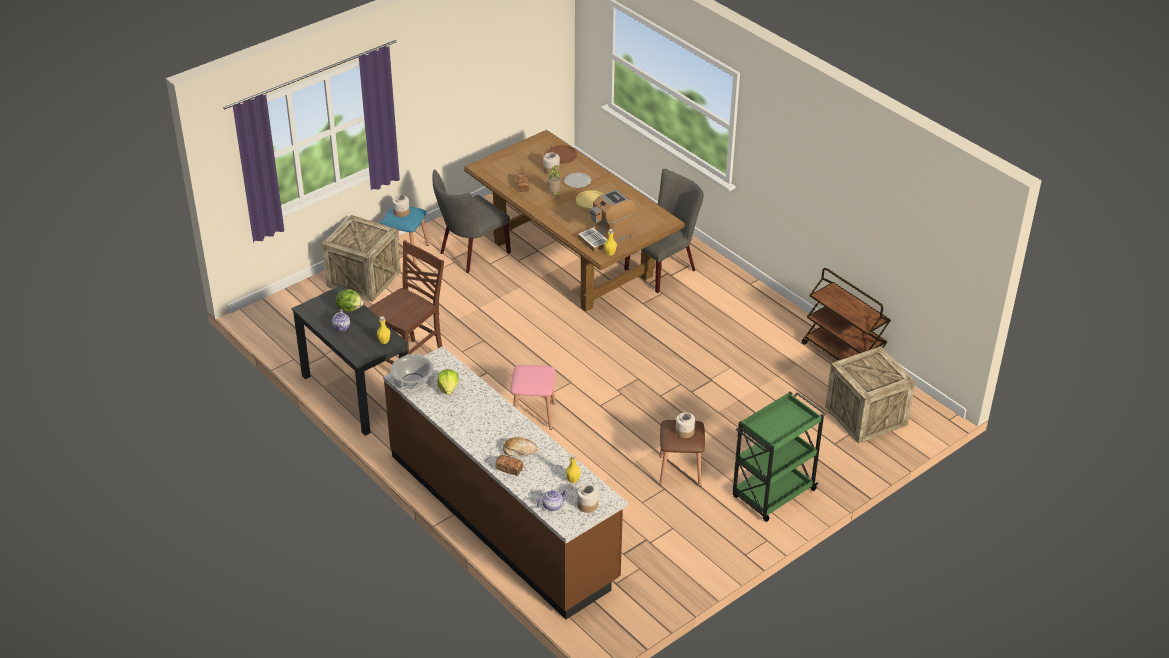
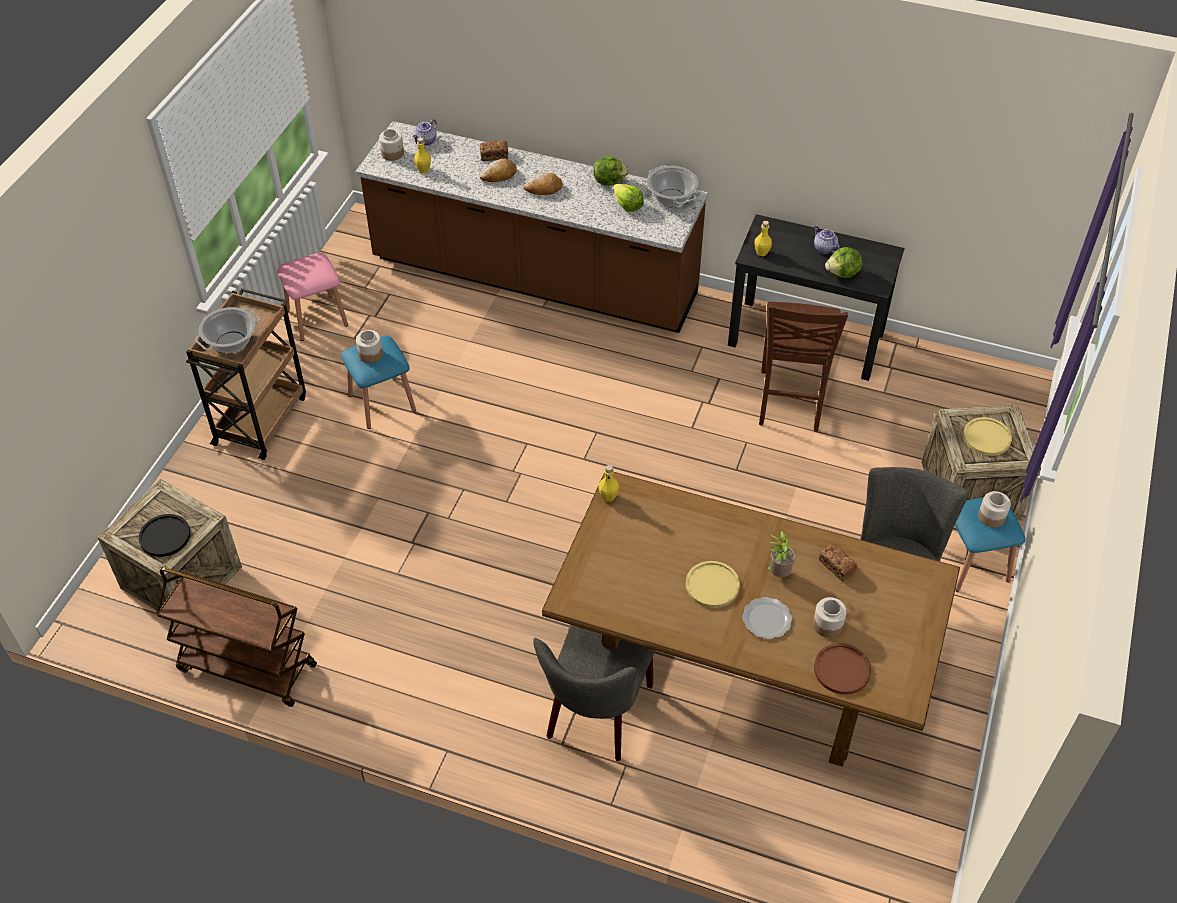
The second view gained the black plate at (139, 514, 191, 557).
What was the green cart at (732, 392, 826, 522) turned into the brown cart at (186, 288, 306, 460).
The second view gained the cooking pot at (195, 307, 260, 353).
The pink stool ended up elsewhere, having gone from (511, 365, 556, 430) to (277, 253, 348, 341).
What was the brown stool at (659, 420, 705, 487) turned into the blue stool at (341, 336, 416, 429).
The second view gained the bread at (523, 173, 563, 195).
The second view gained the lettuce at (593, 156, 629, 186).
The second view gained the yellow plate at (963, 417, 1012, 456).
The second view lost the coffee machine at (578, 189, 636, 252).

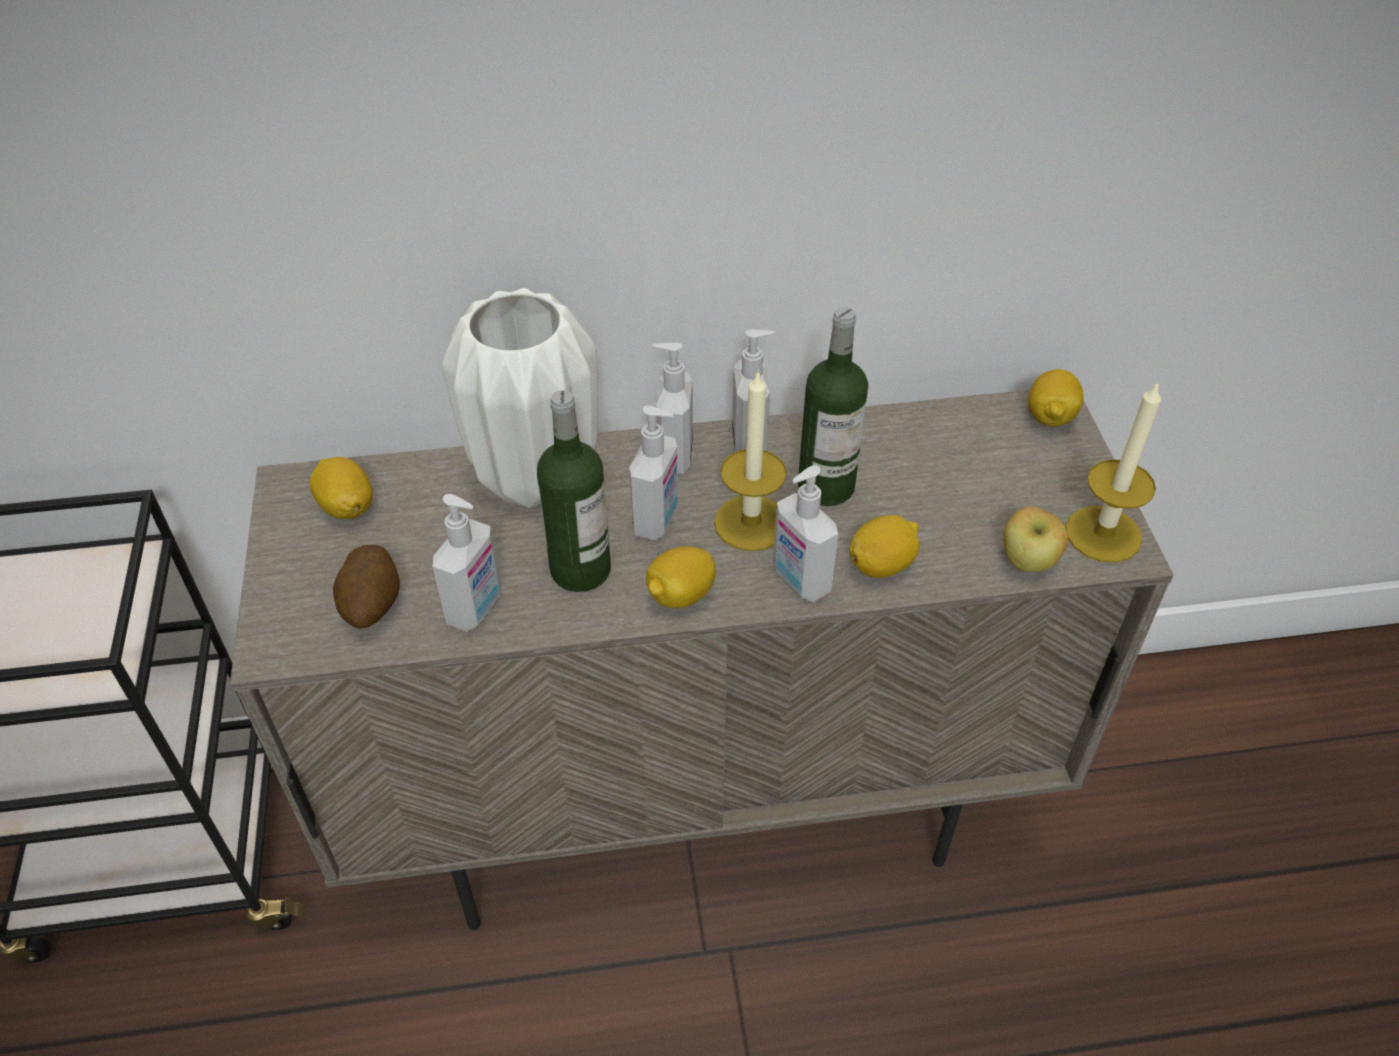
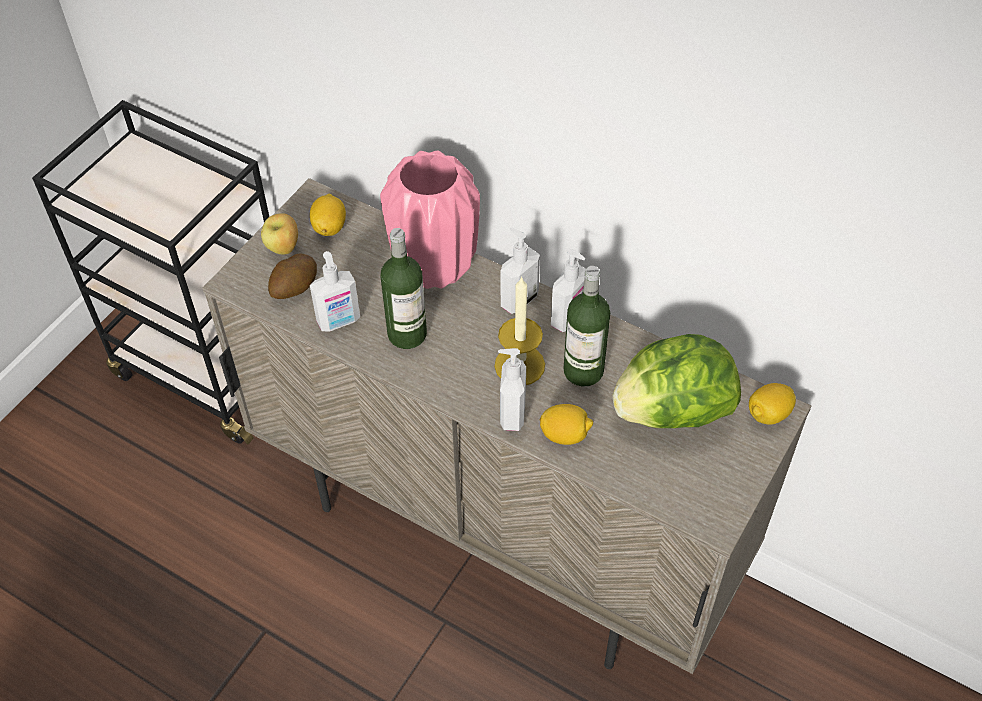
The apple ended up elsewhere, having gone from (1003, 506, 1068, 572) to (261, 213, 298, 254).
What was the white vase at (442, 288, 598, 508) turned into the pink vase at (380, 150, 480, 289).
The second view gained the lettuce at (613, 334, 741, 428).
The second view lost the soap dispenser at (629, 405, 678, 541).
The second view lost the lemon at (646, 546, 716, 608).
The second view lost the candle at (1065, 381, 1161, 563).

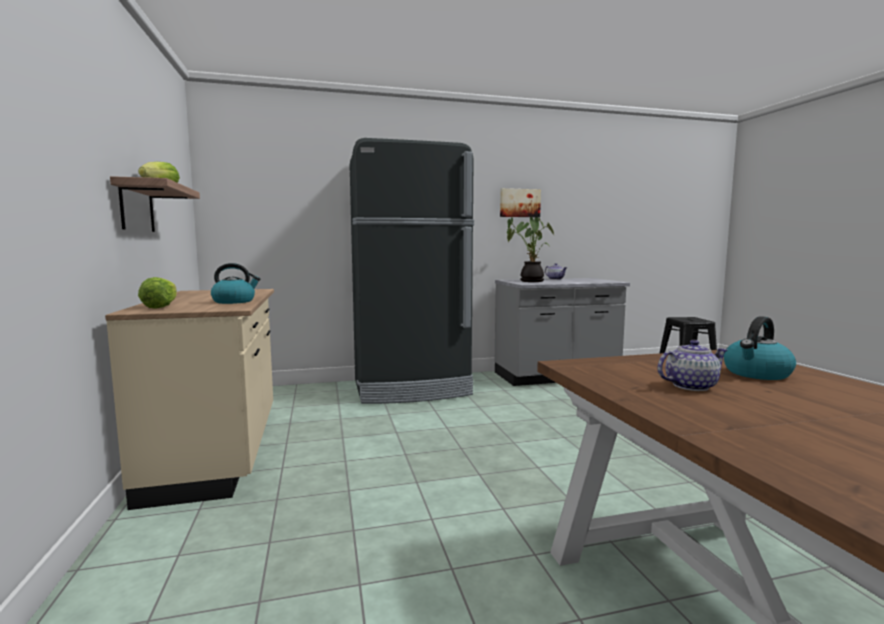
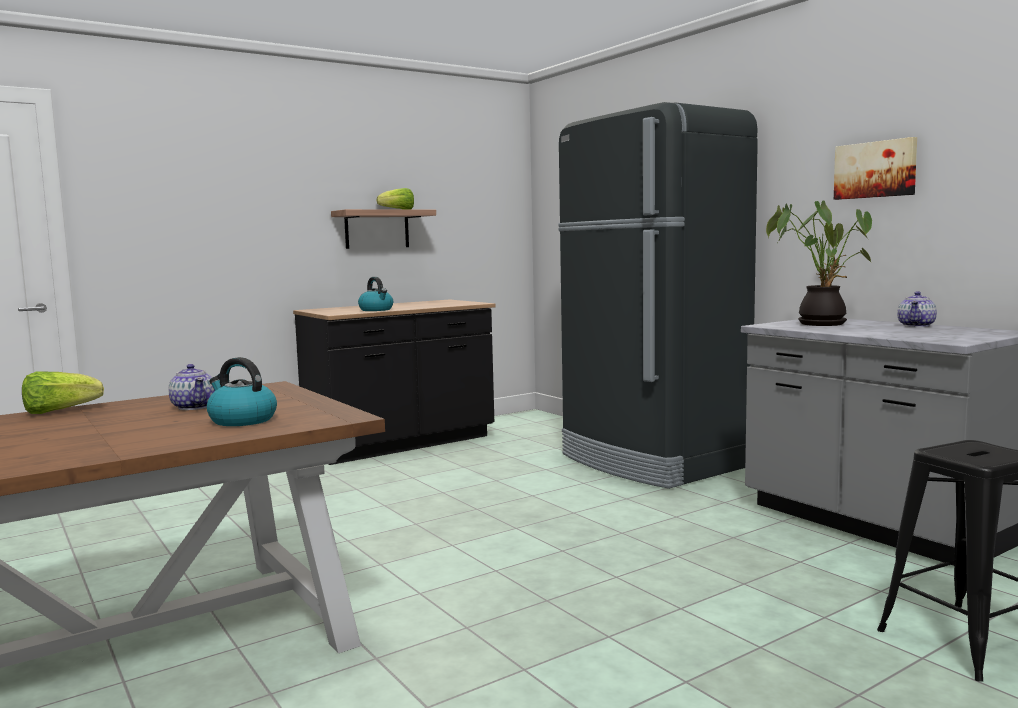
The lettuce ended up elsewhere, having gone from (138, 277, 177, 308) to (22, 371, 104, 414).
What was the beige counter at (105, 289, 274, 510) turned into the black counter at (293, 299, 496, 465).

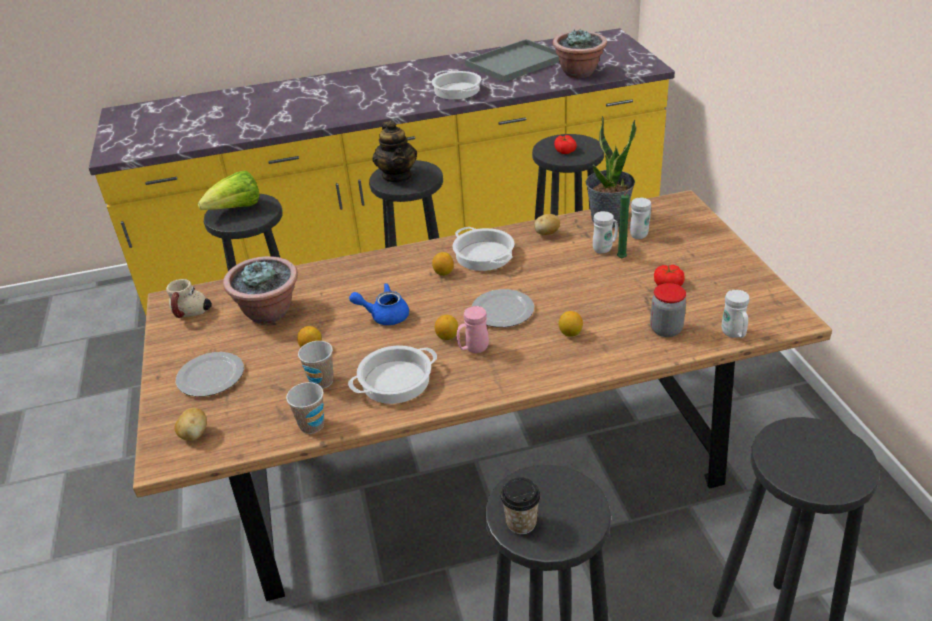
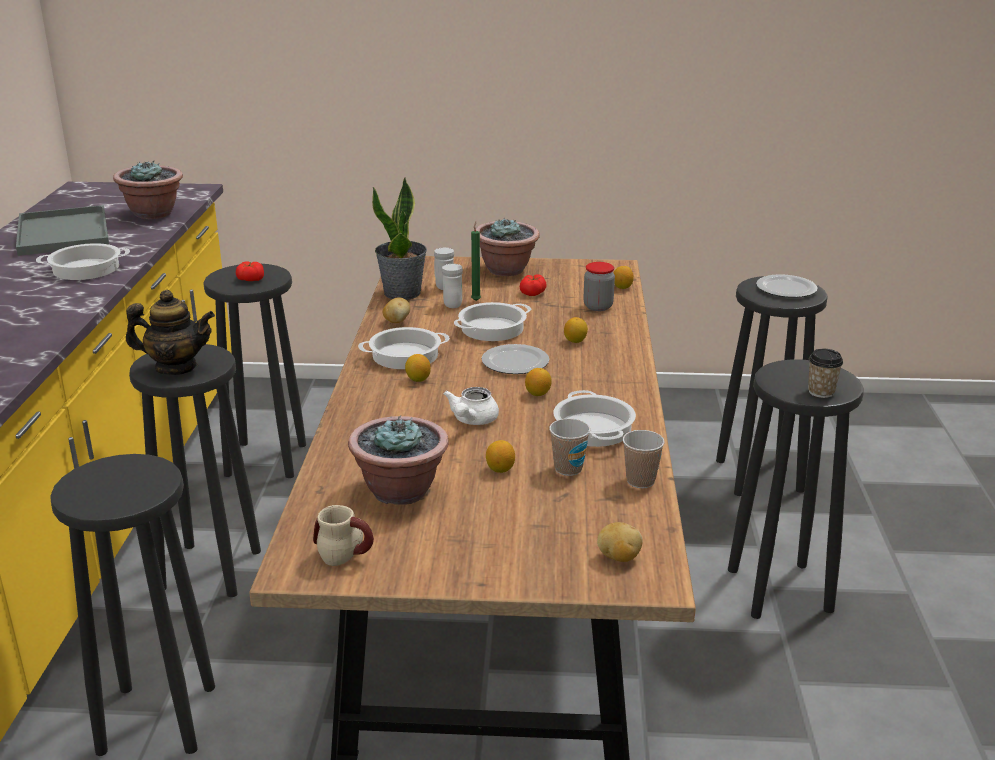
What was the blue teapot at (349, 283, 409, 325) turned into the white teapot at (443, 387, 499, 425).
The second view gained the cooking pot at (454, 302, 532, 341).
The second view gained the potted plant at (476, 218, 540, 276).
Where the white mug stood at (722, 290, 749, 338), the lemon came to stand at (613, 266, 634, 289).
The plate ended up elsewhere, having gone from (176, 352, 244, 397) to (756, 274, 818, 298).
The second view lost the lettuce at (198, 171, 259, 210).
The second view lost the pink mug at (457, 306, 489, 353).

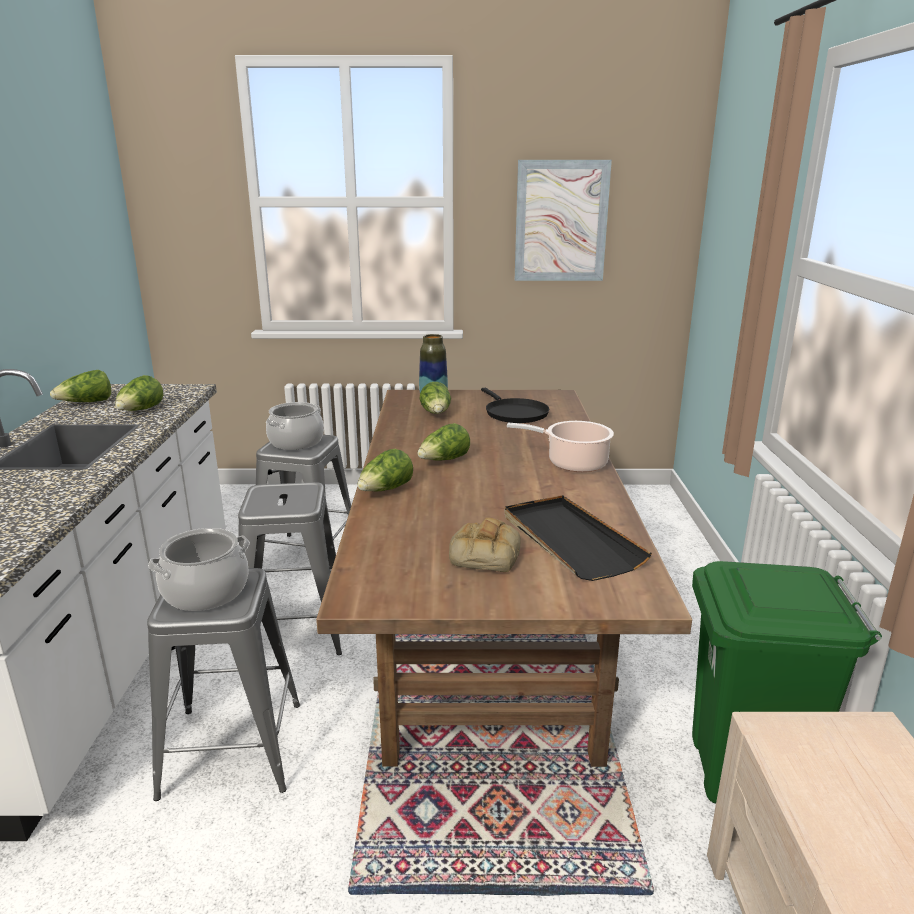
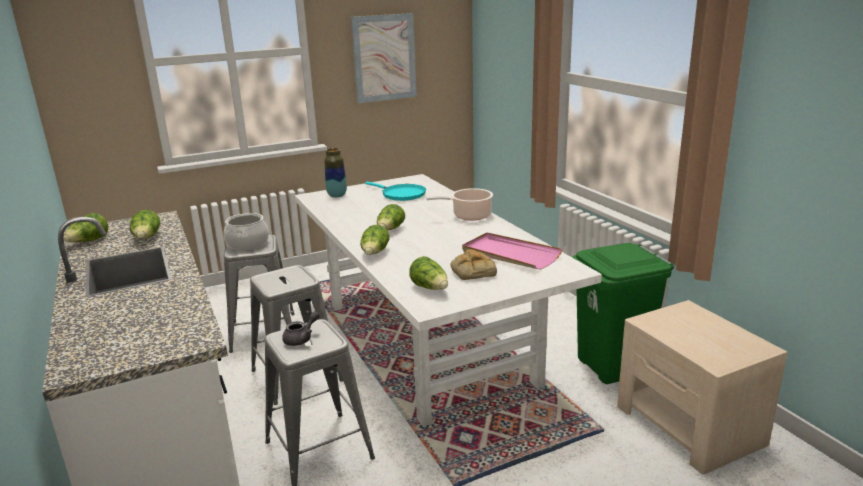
Where the cooking pot stood at (148, 528, 250, 611), the grey teapot came to stand at (282, 311, 320, 346).
What was the brown dining table at (316, 390, 692, 767) turned into the white dining table at (295, 174, 602, 427).
What was the black frying pan at (481, 388, 549, 423) turned into the turquoise frying pan at (365, 182, 426, 201).
The lettuce ended up elsewhere, having gone from (420, 382, 451, 414) to (409, 256, 448, 290).
What was the black tray at (505, 495, 652, 581) turned into the pink tray at (462, 232, 562, 269).

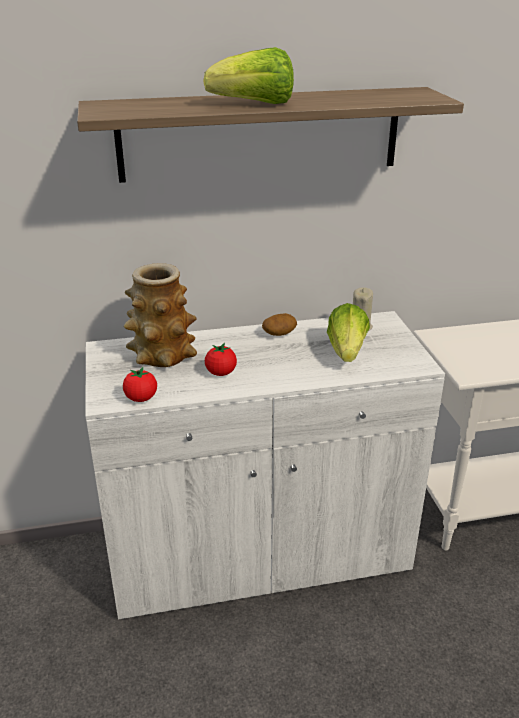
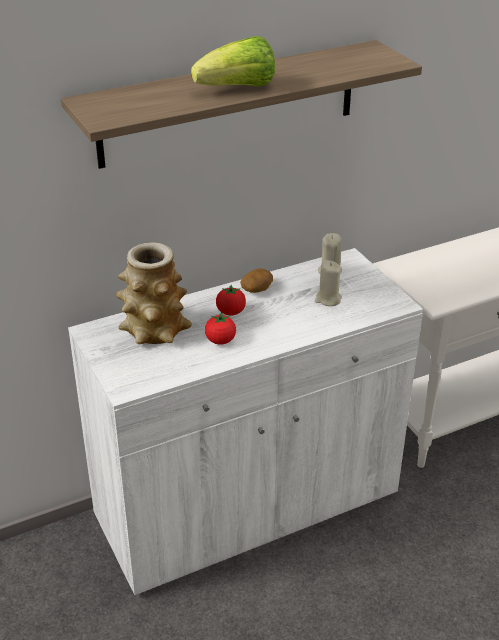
The tomato ended up elsewhere, having gone from (123, 367, 157, 402) to (216, 285, 246, 315).
Where the lettuce stood at (327, 303, 370, 362), the beige candle came to stand at (315, 260, 342, 306).

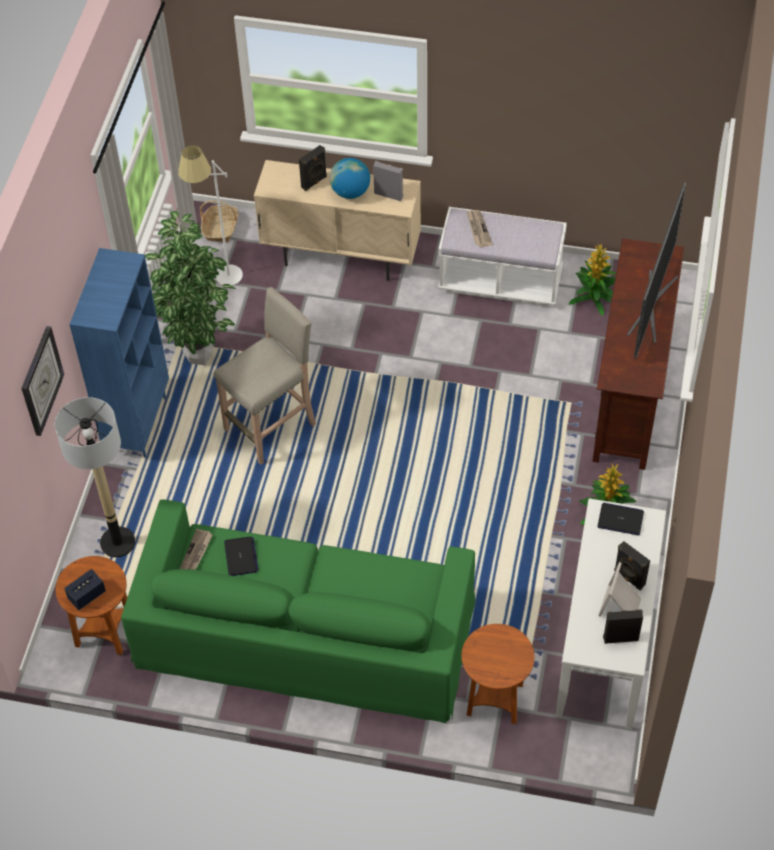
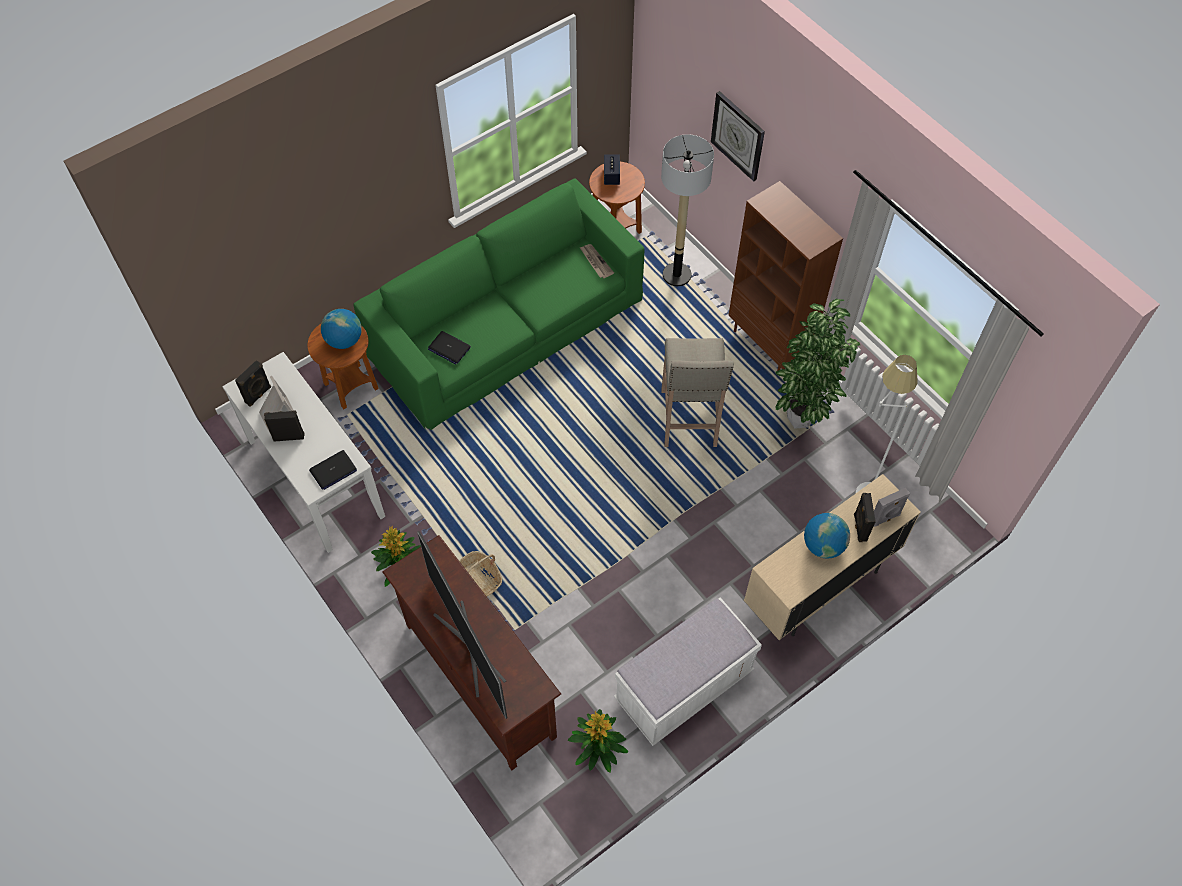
The second view gained the globe at (321, 309, 362, 349).
The laptop ended up elsewhere, having gone from (224, 537, 259, 576) to (428, 331, 471, 364).
The basket ended up elsewhere, having gone from (200, 200, 238, 242) to (459, 551, 502, 597).
What was the blue bookcase at (69, 248, 169, 458) turned into the brown bookcase at (728, 181, 843, 371).
The grey speaker ended up elsewhere, having gone from (373, 161, 403, 201) to (873, 488, 910, 527).
The second view lost the newspaper at (466, 210, 492, 247).

